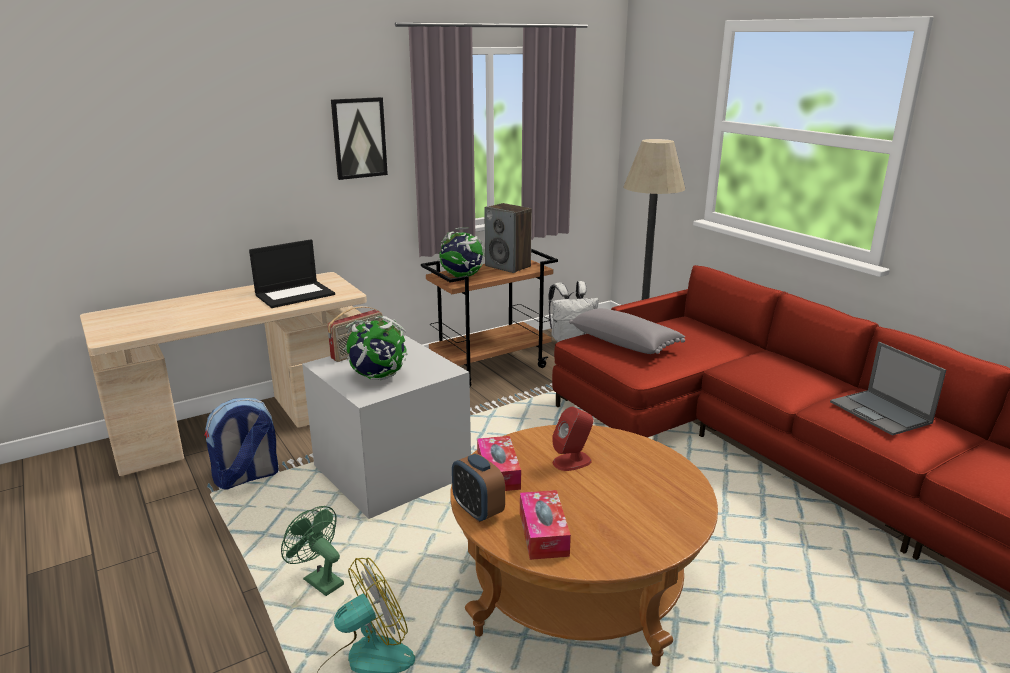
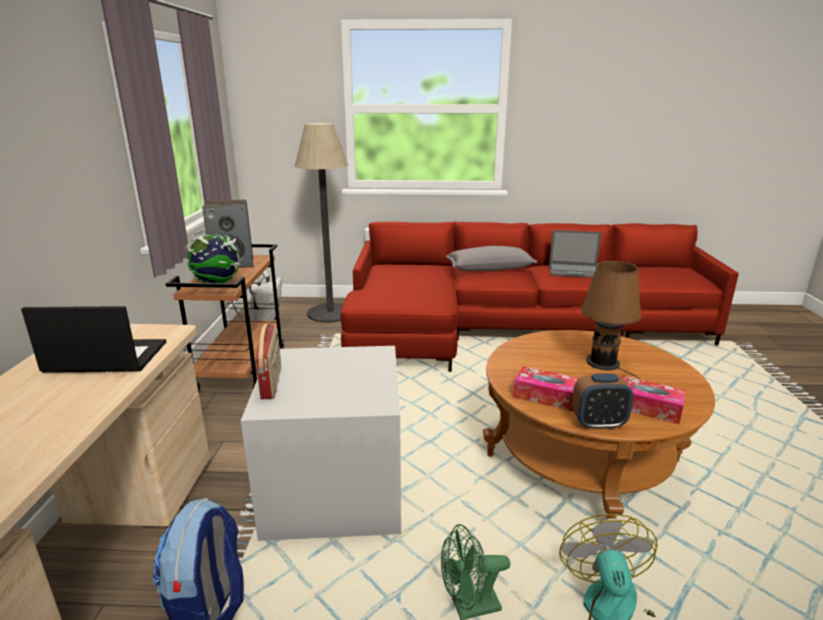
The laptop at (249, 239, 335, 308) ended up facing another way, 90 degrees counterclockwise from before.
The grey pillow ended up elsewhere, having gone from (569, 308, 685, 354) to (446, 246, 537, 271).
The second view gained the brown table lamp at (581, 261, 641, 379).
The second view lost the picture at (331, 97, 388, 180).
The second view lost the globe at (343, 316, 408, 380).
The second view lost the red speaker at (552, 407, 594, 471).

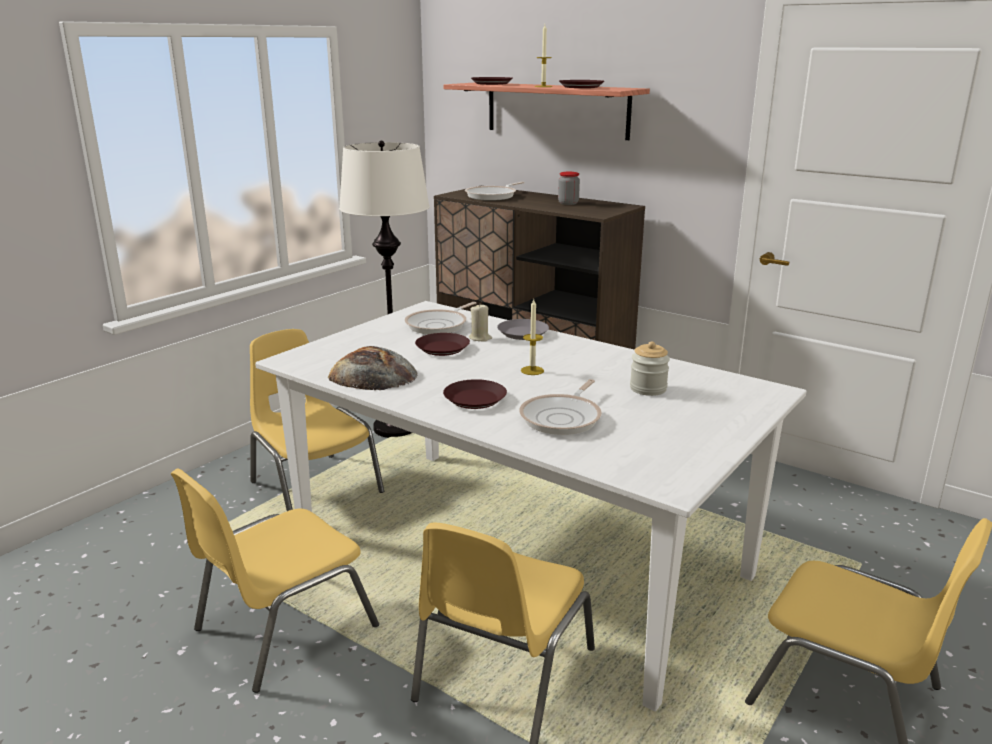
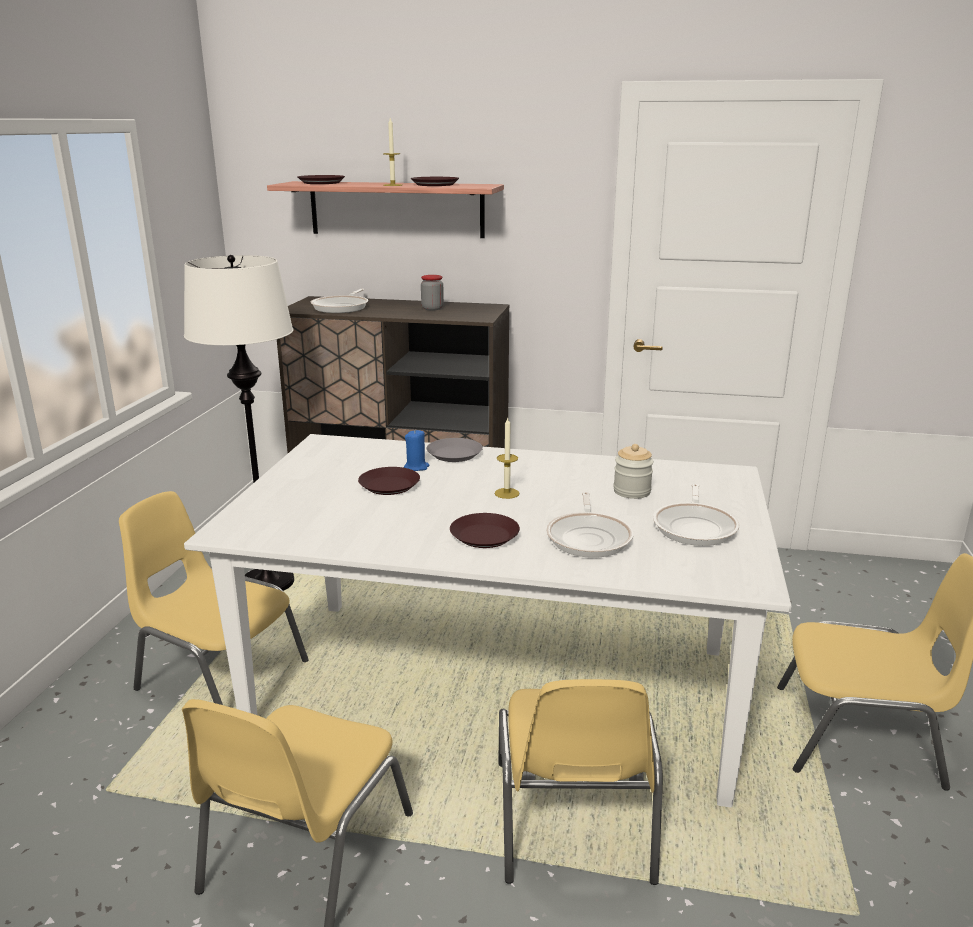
What was the beige candle at (469, 304, 492, 342) turned into the blue candle at (404, 429, 429, 471).
The frying pan ended up elsewhere, having gone from (405, 302, 477, 334) to (653, 484, 739, 546).
The second view lost the bread at (328, 346, 418, 390).

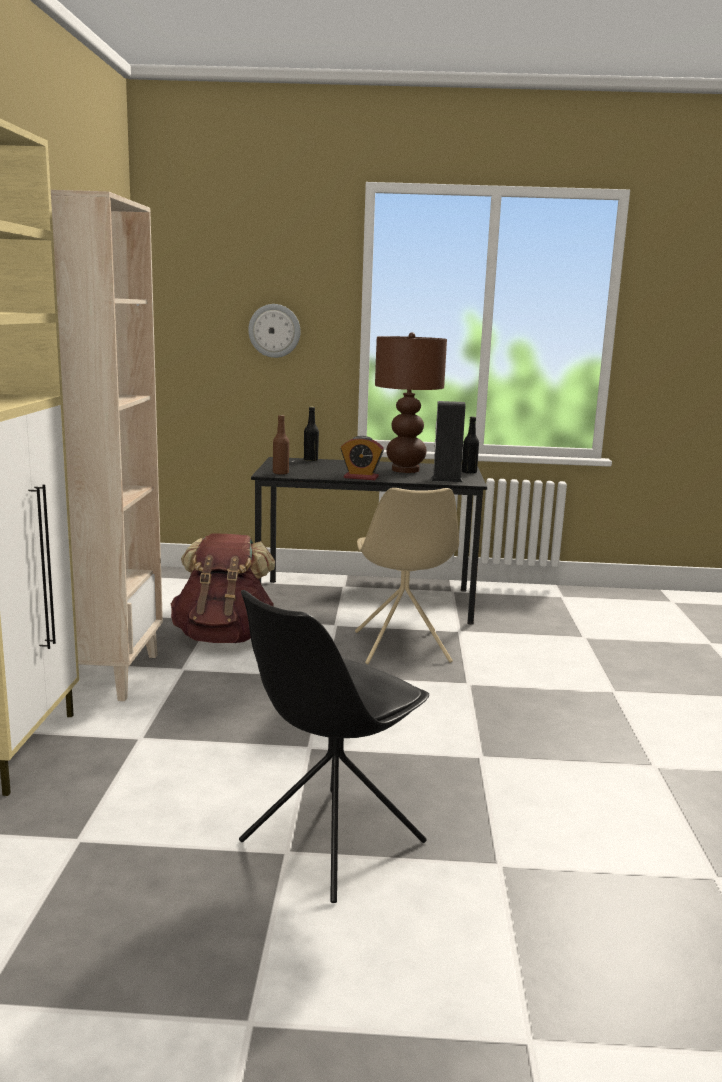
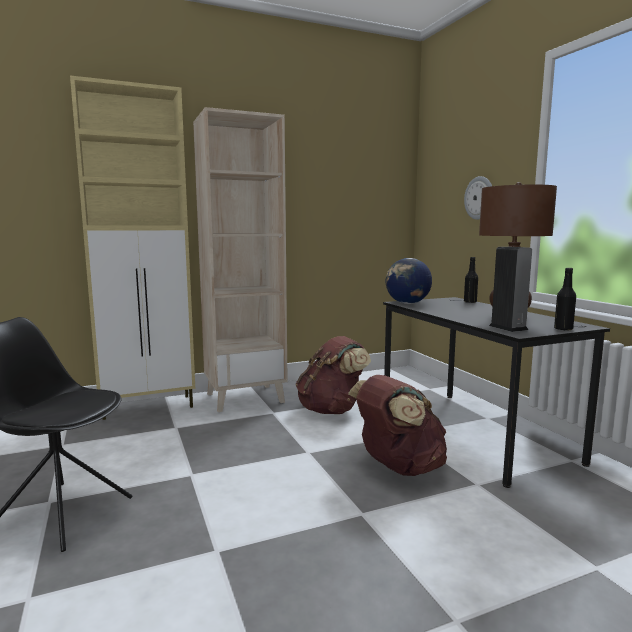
Where the beige chair stood at (355, 488, 459, 664), the brown backpack came to stand at (348, 375, 447, 476).
Where the brown bottle stood at (273, 415, 289, 474), the globe came to stand at (386, 258, 432, 304).
The second view lost the alarm clock at (341, 436, 384, 480).

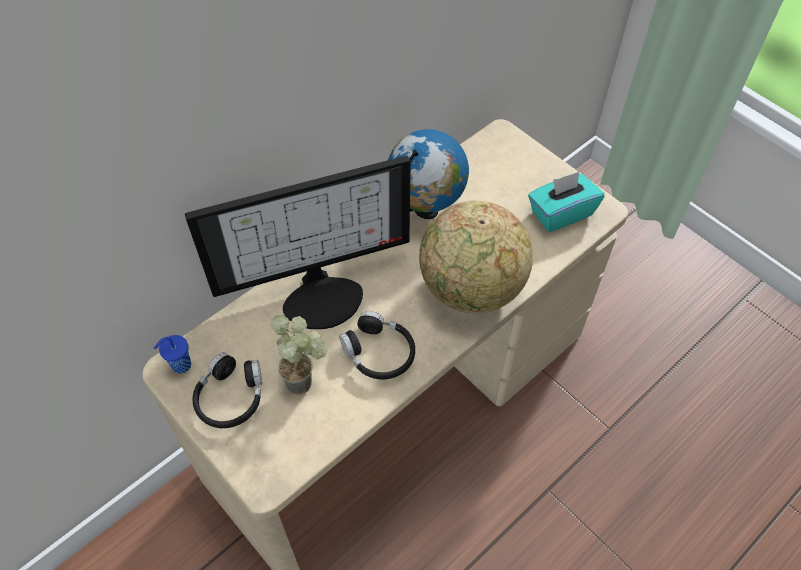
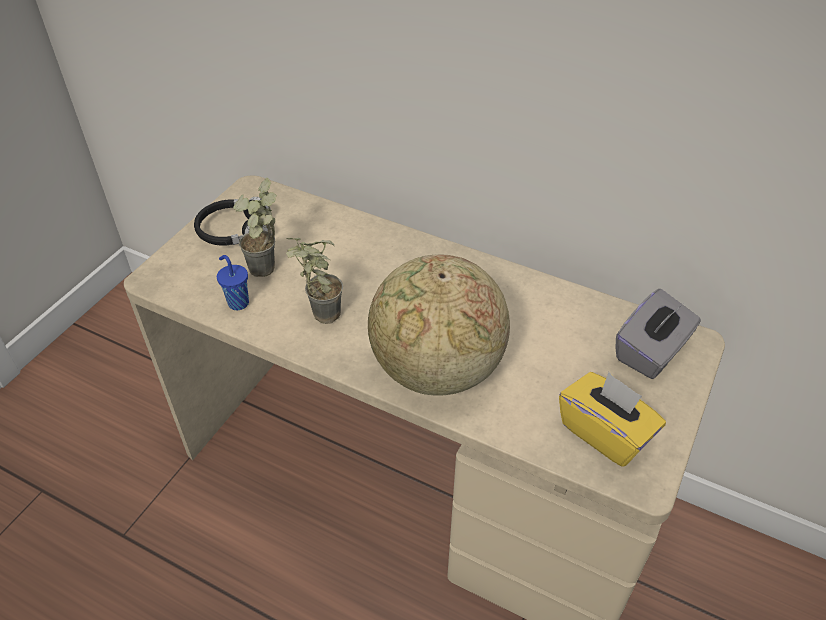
The blue cup ended up elsewhere, having gone from (154, 335, 191, 373) to (217, 255, 249, 310).
Where the black headphones stood at (339, 311, 415, 380), the potted plant came to stand at (286, 238, 343, 324).
What was the turquoise tissue box at (528, 172, 604, 232) turned into the yellow tissue box at (559, 372, 666, 467).
The second view gained the grey tissue box at (615, 289, 701, 379).
The second view lost the monitor at (185, 156, 411, 330).
The second view lost the globe at (388, 129, 469, 219).

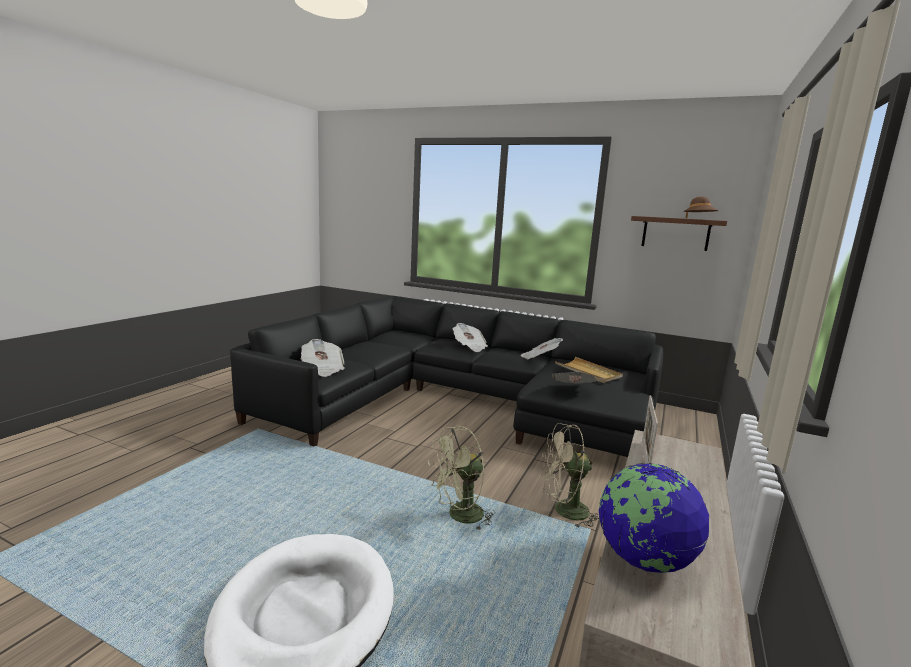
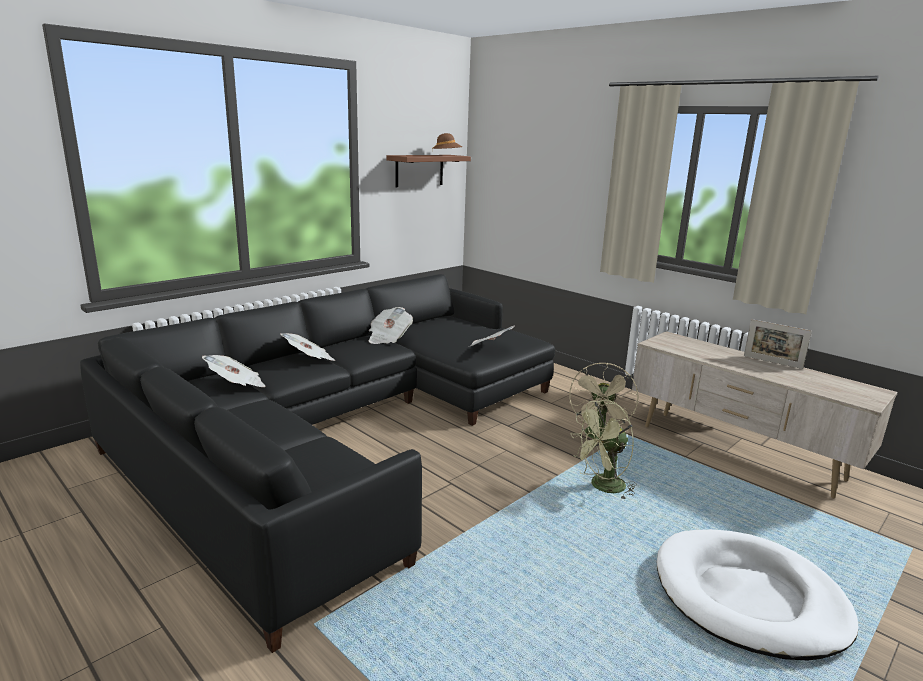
The newspaper ended up elsewhere, having gone from (301, 339, 345, 377) to (202, 355, 266, 387).
The green fan at (428, 426, 495, 531) ended up facing another way, 75 degrees clockwise from before.
The picture frame ended up elsewhere, having gone from (642, 396, 658, 463) to (744, 319, 812, 369).
The second view lost the beige tray at (555, 357, 623, 383).
The second view lost the globe at (599, 463, 709, 573).

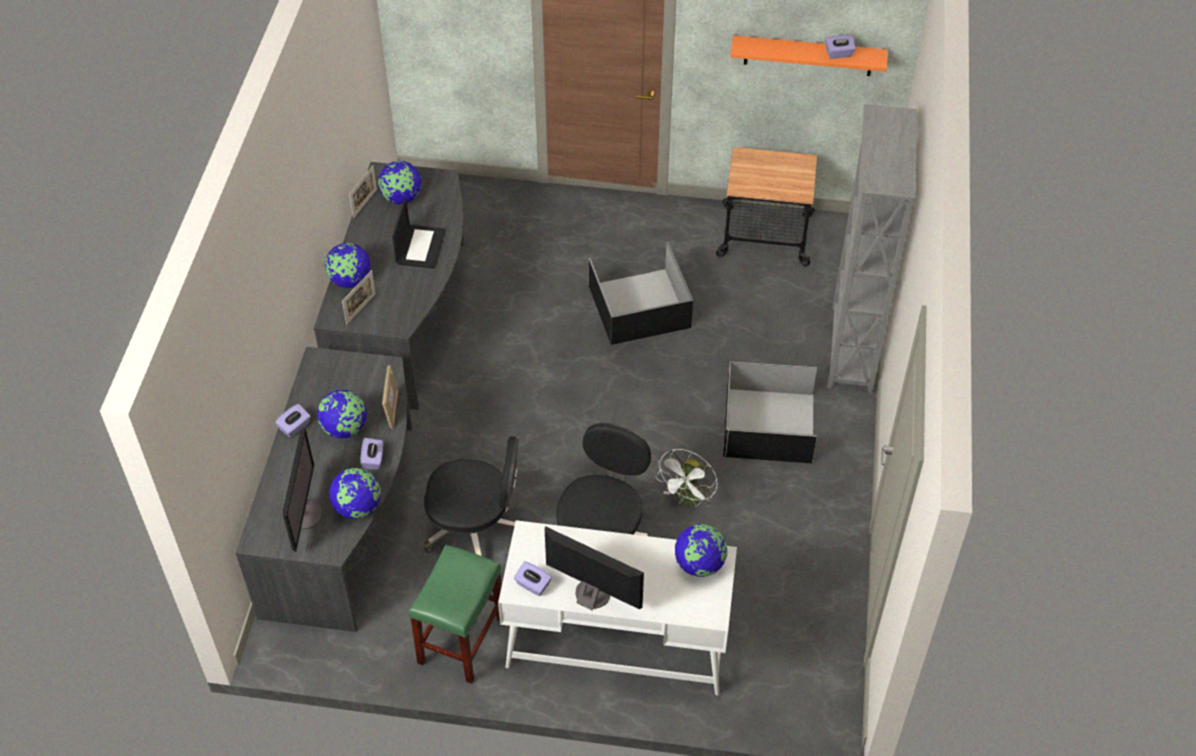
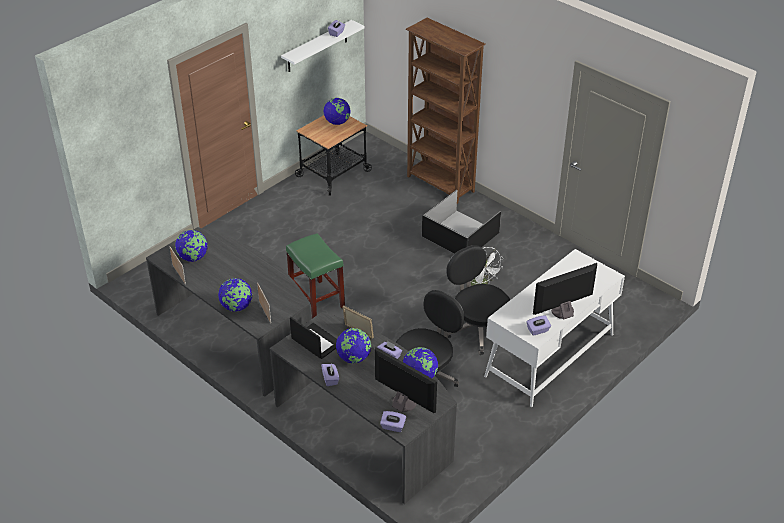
What was the orange shelf at (730, 35, 888, 76) turned into the white shelf at (281, 20, 365, 72).
The green stool ended up elsewhere, having gone from (409, 545, 502, 684) to (286, 233, 345, 318).
The laptop ended up elsewhere, having gone from (392, 199, 446, 269) to (290, 317, 337, 359).
The globe ended up elsewhere, having gone from (675, 524, 728, 577) to (324, 98, 350, 125).
The second view gained the purple tissue box at (380, 411, 406, 432).
What was the grey bookcase at (827, 104, 917, 393) turned into the brown bookcase at (406, 18, 485, 204).
The second view lost the black storage box at (589, 242, 693, 345).

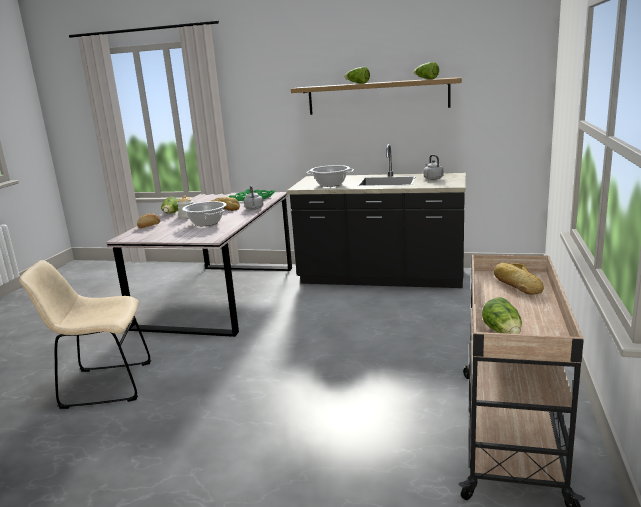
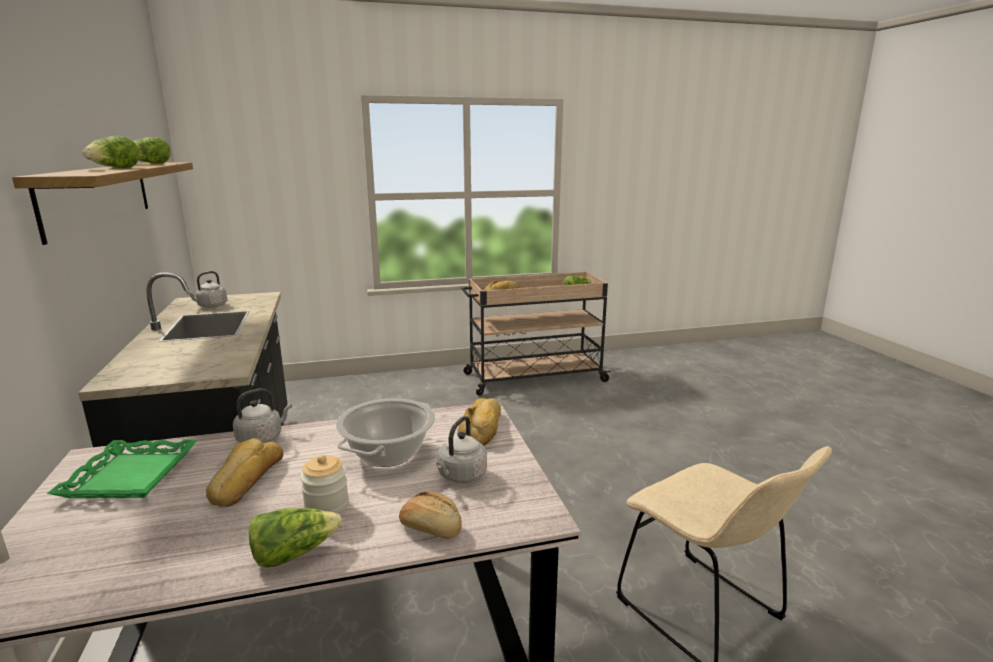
The second view gained the grey kettle at (436, 416, 487, 483).
The second view gained the bread at (457, 398, 501, 446).
The second view lost the cooking pot at (306, 165, 354, 187).

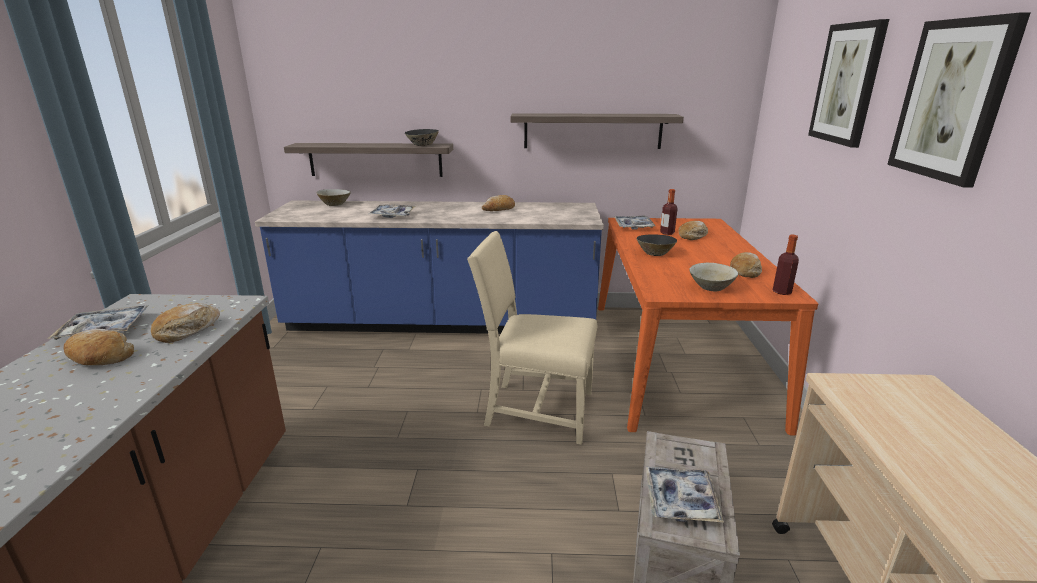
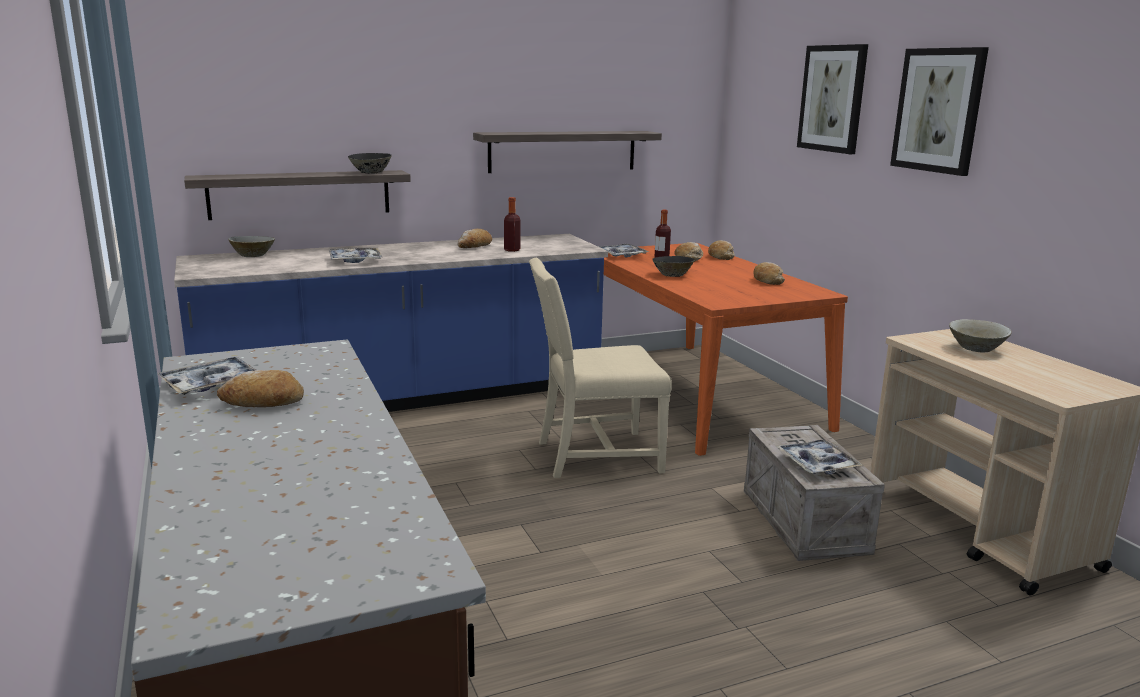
The bottle ended up elsewhere, having gone from (773, 234, 799, 295) to (504, 197, 520, 252).
The bread ended up elsewhere, having gone from (151, 303, 220, 343) to (708, 240, 735, 260).
The beige bowl ended up elsewhere, having gone from (689, 263, 738, 291) to (949, 319, 1012, 353).

